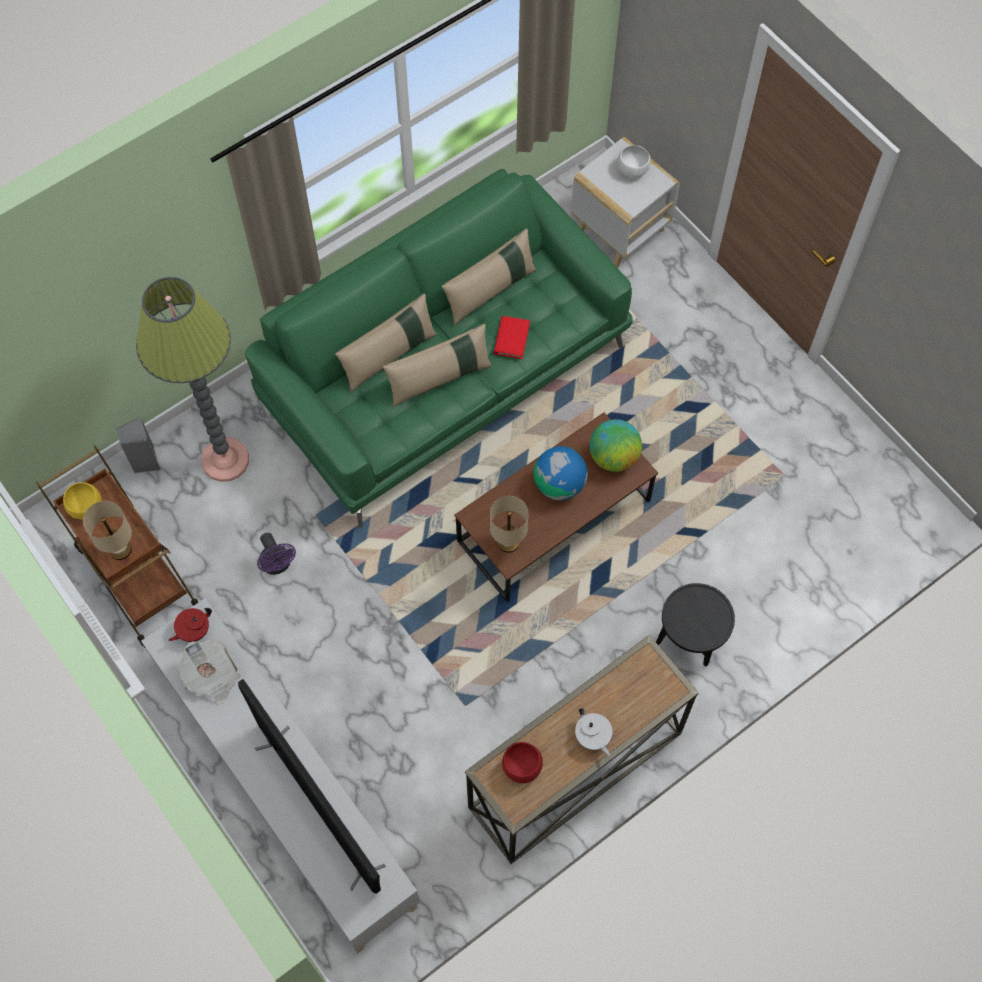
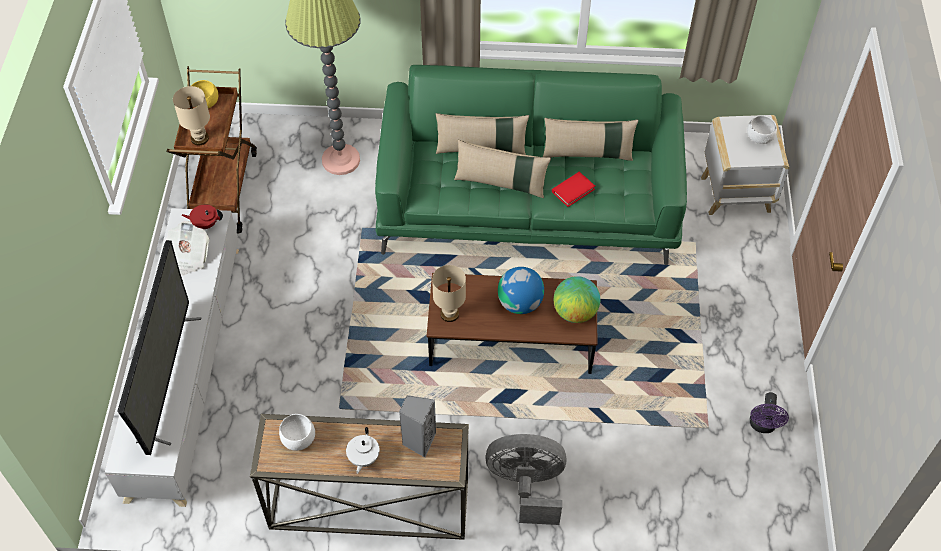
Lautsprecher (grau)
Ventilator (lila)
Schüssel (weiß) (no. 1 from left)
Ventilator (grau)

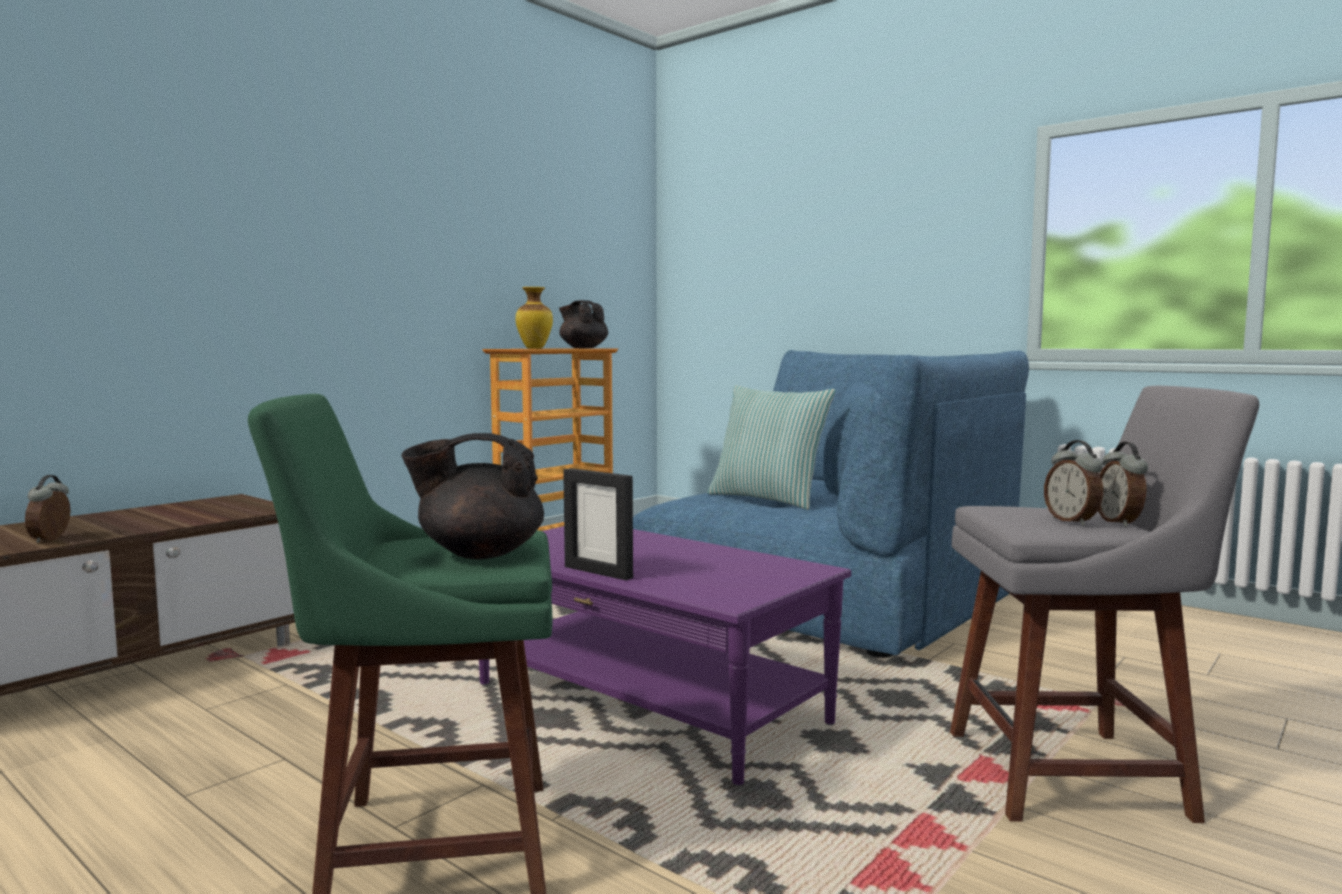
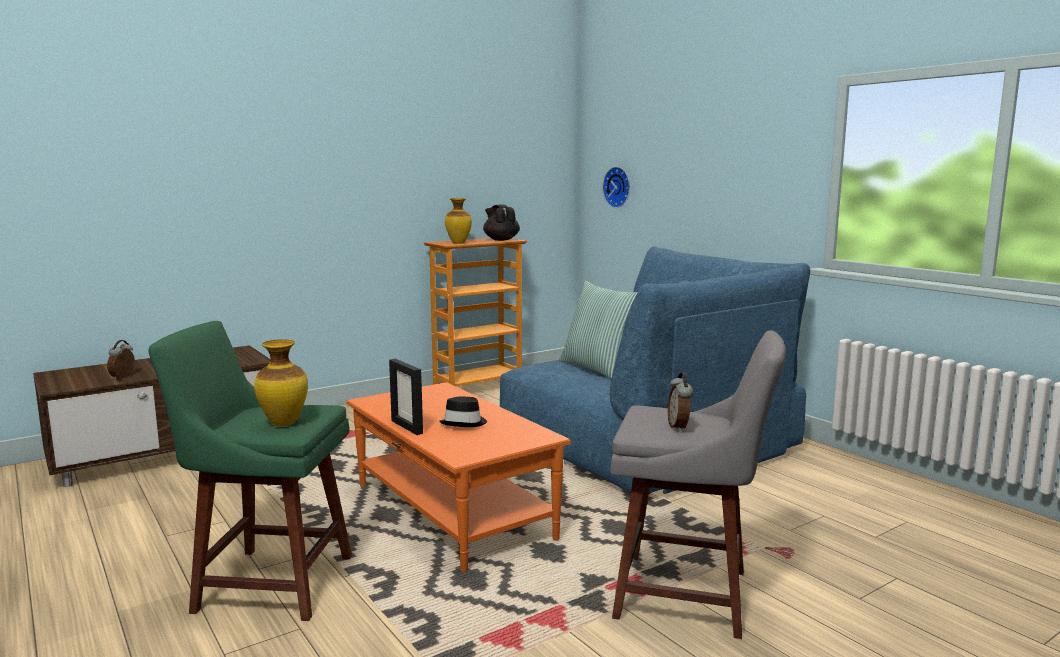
Vase (no. 1 from left)
Couchtisch (orange)
Wecker (no. 3 from left in the first image)
Hut (schwarz)
Wanduhr

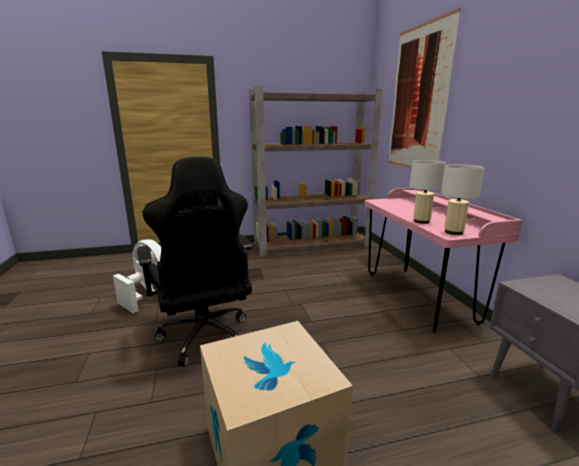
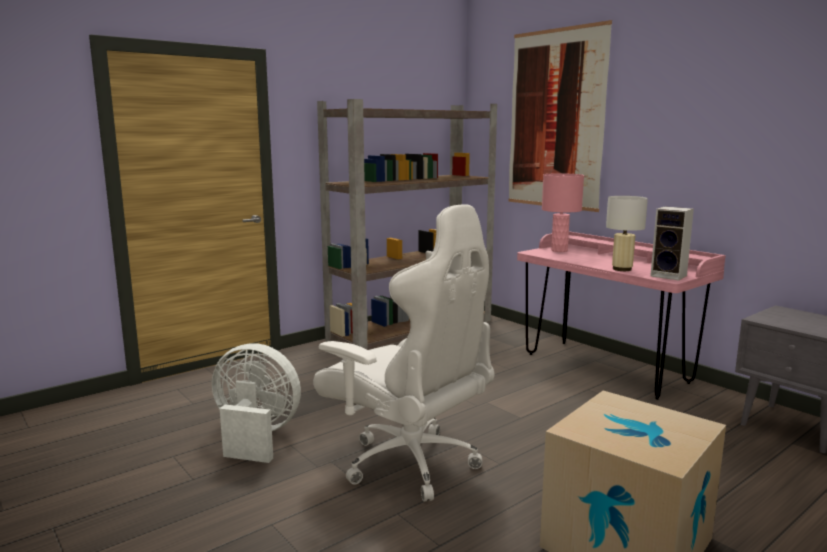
Bürostuhl (weiß)
Lautsprecher
Tischlampe (rosa)

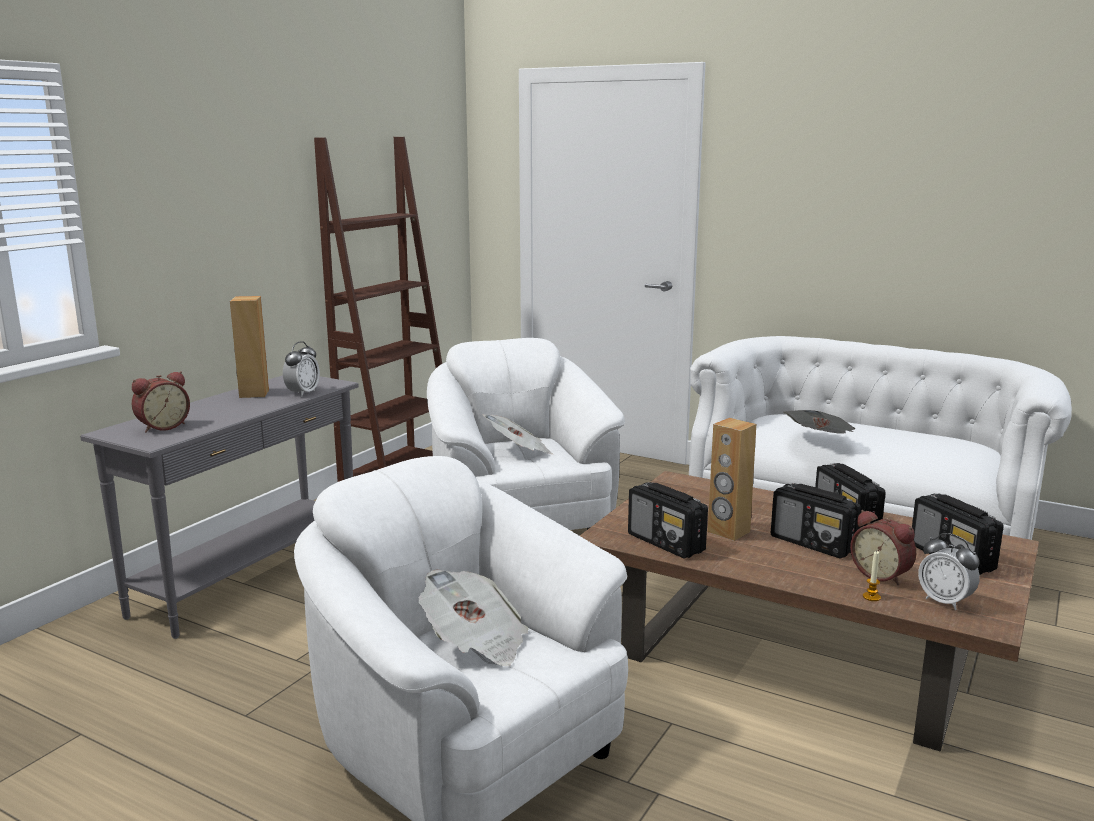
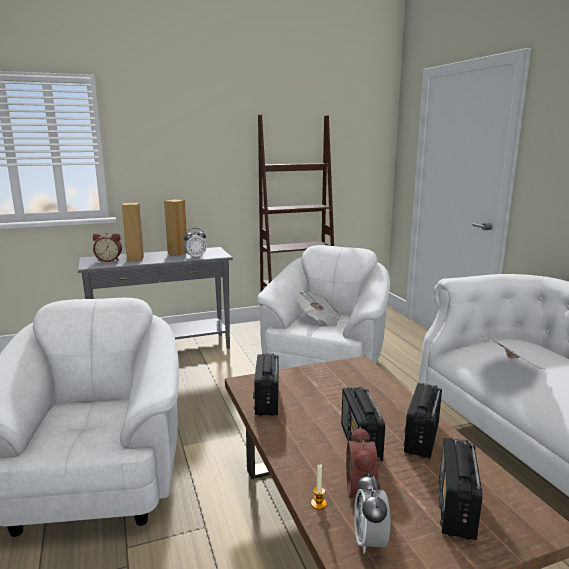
Zeitung (no. 1 from left in the first image)
Lautsprecher (braun) (no. 1 from left)

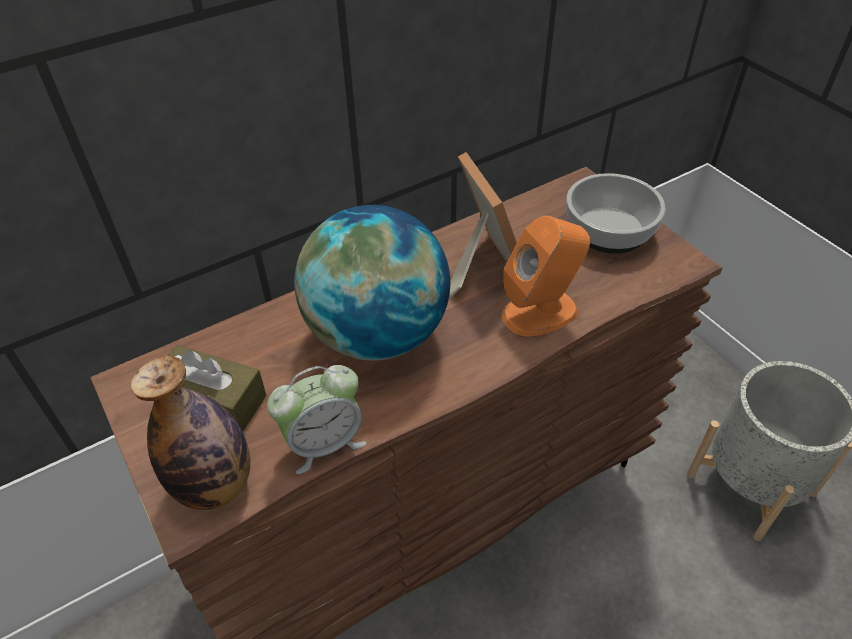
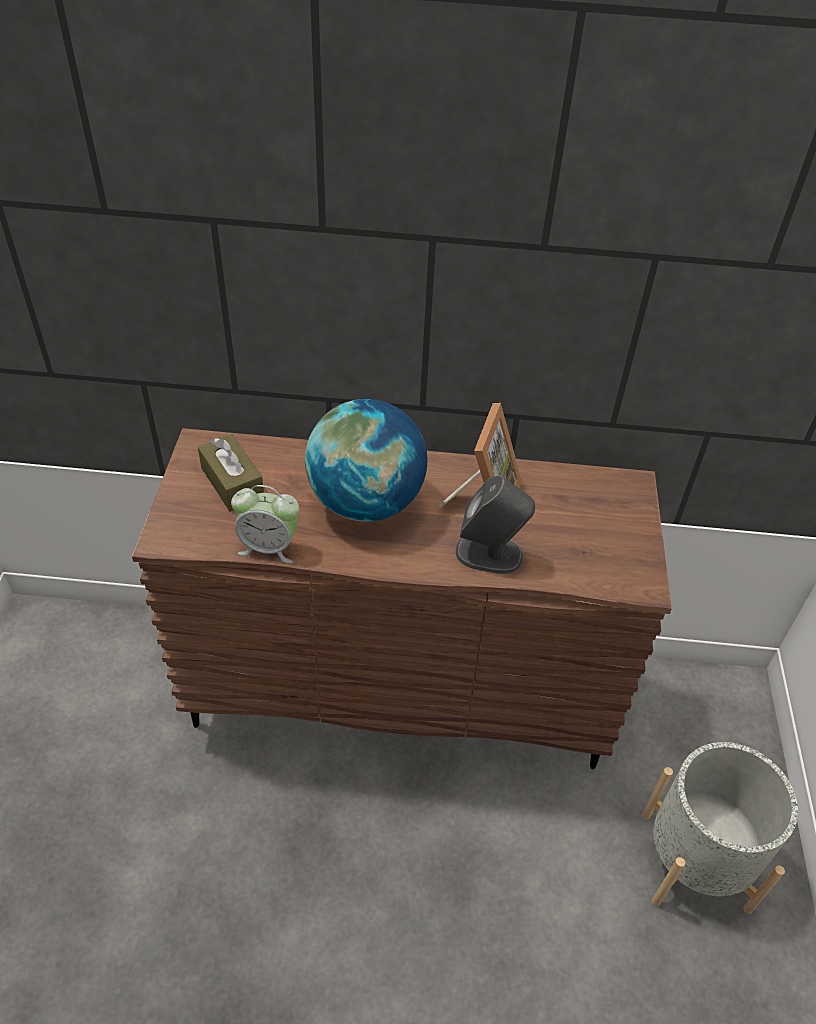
Flasche
Lautsprecher (grau)
Schüssel

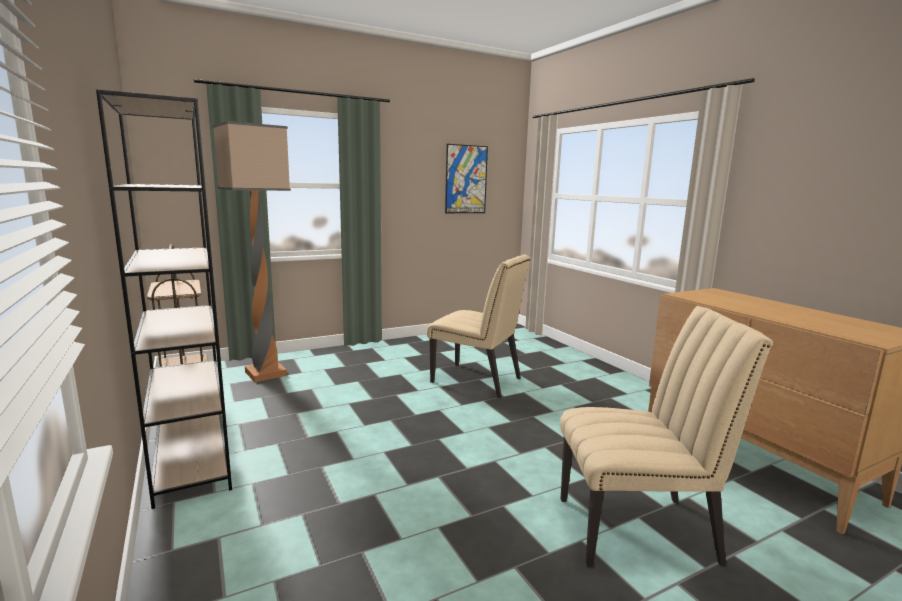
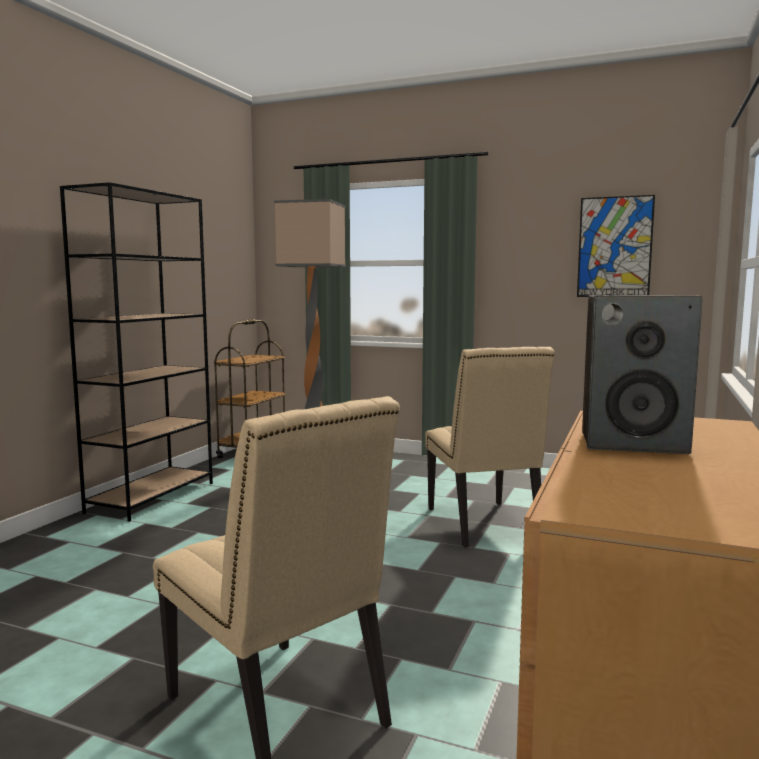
Lautsprecher

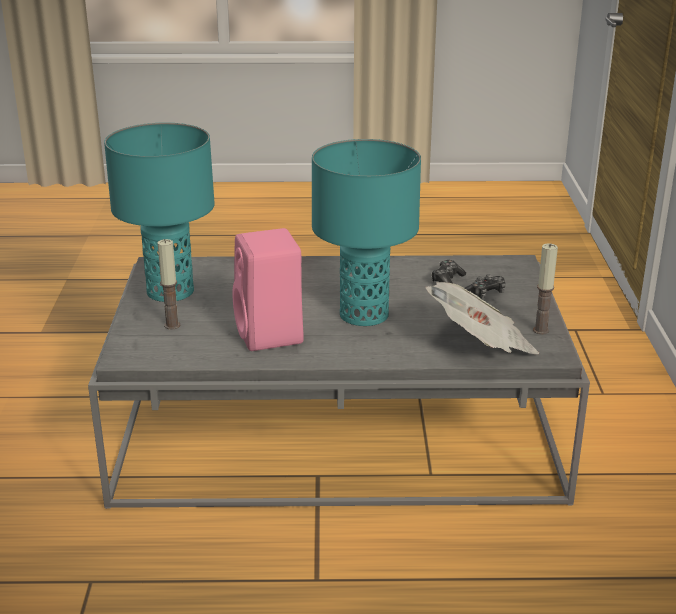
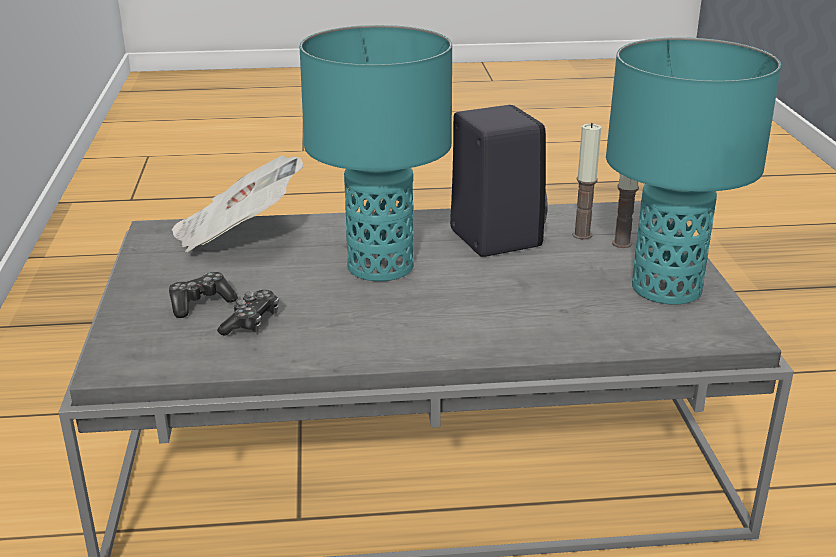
Lautsprecher (schwarz)
Kerze (no. 1 from left)

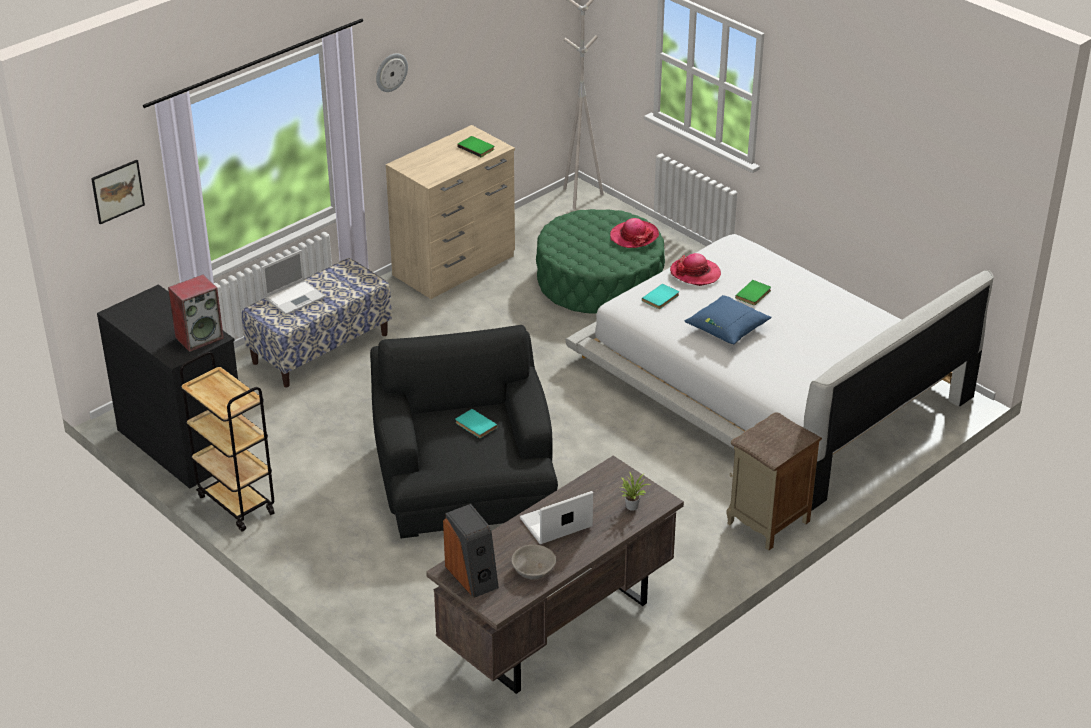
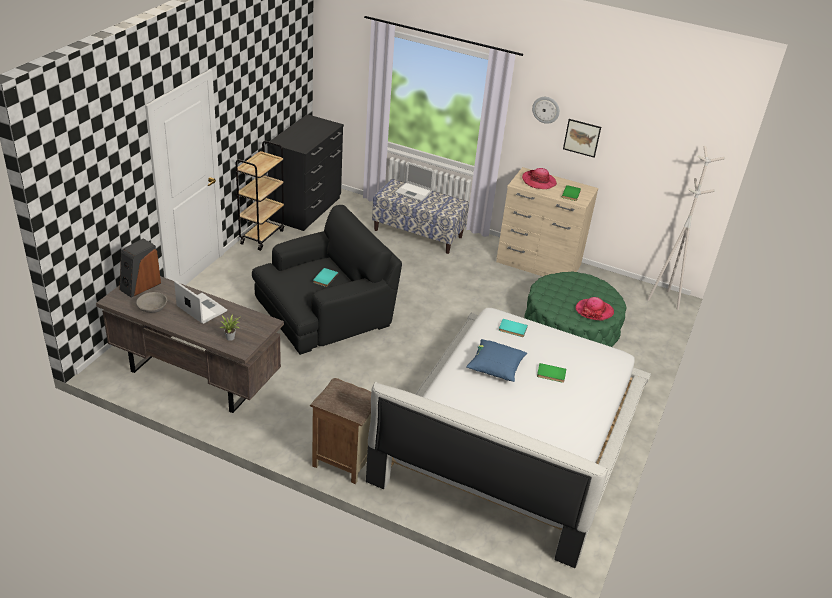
Bild
Lautsprecher (no. 1 from left in the first image)
Hut (no. 1 from left)

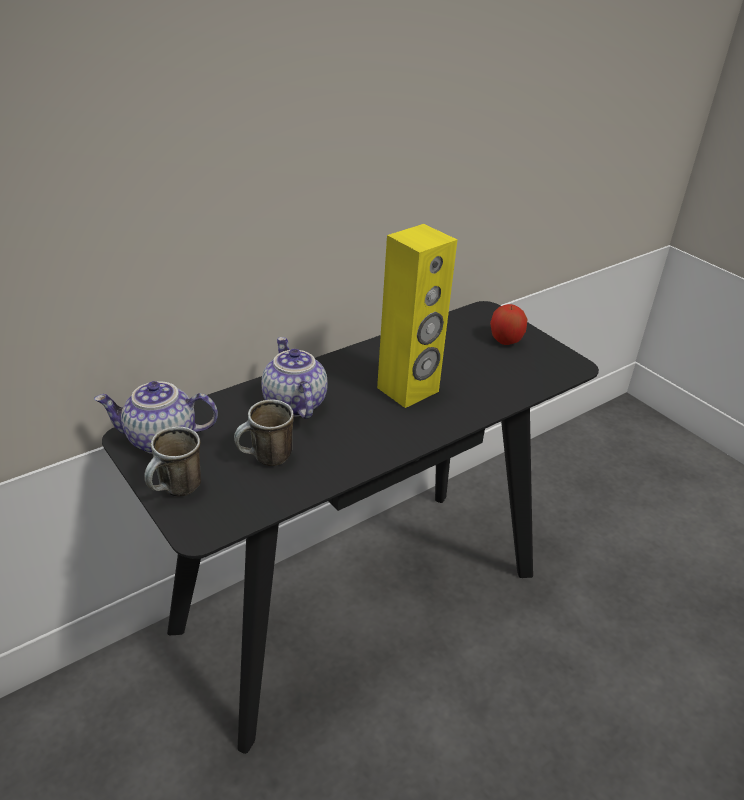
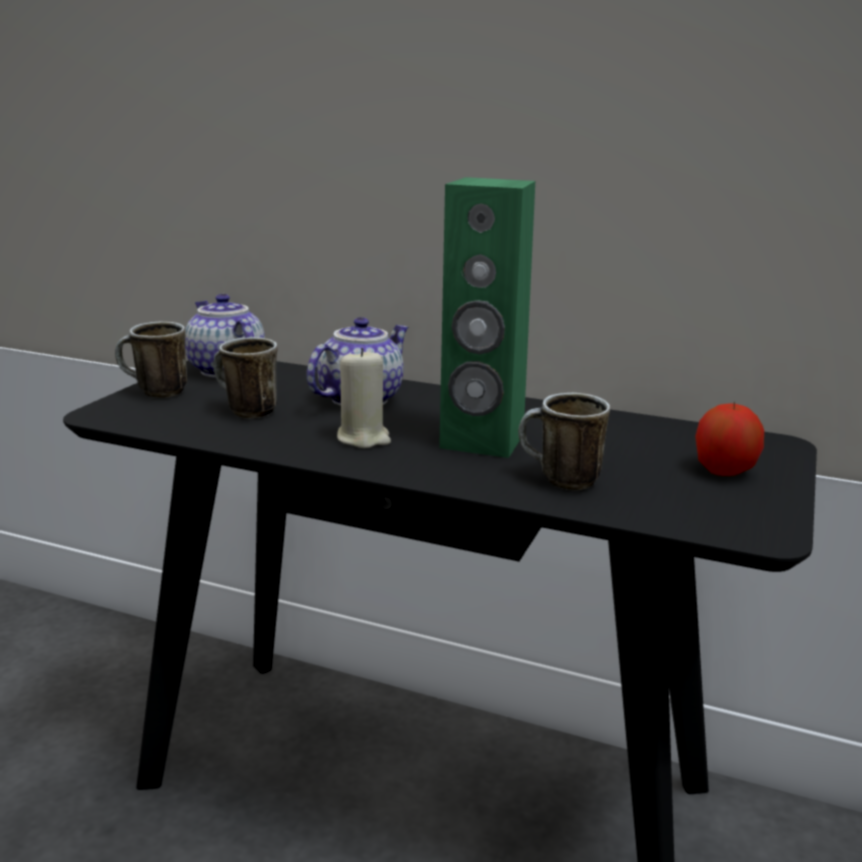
Lautsprecher (grün)
Kerze (beige)
Henkelbecher (no. 3 from left)

